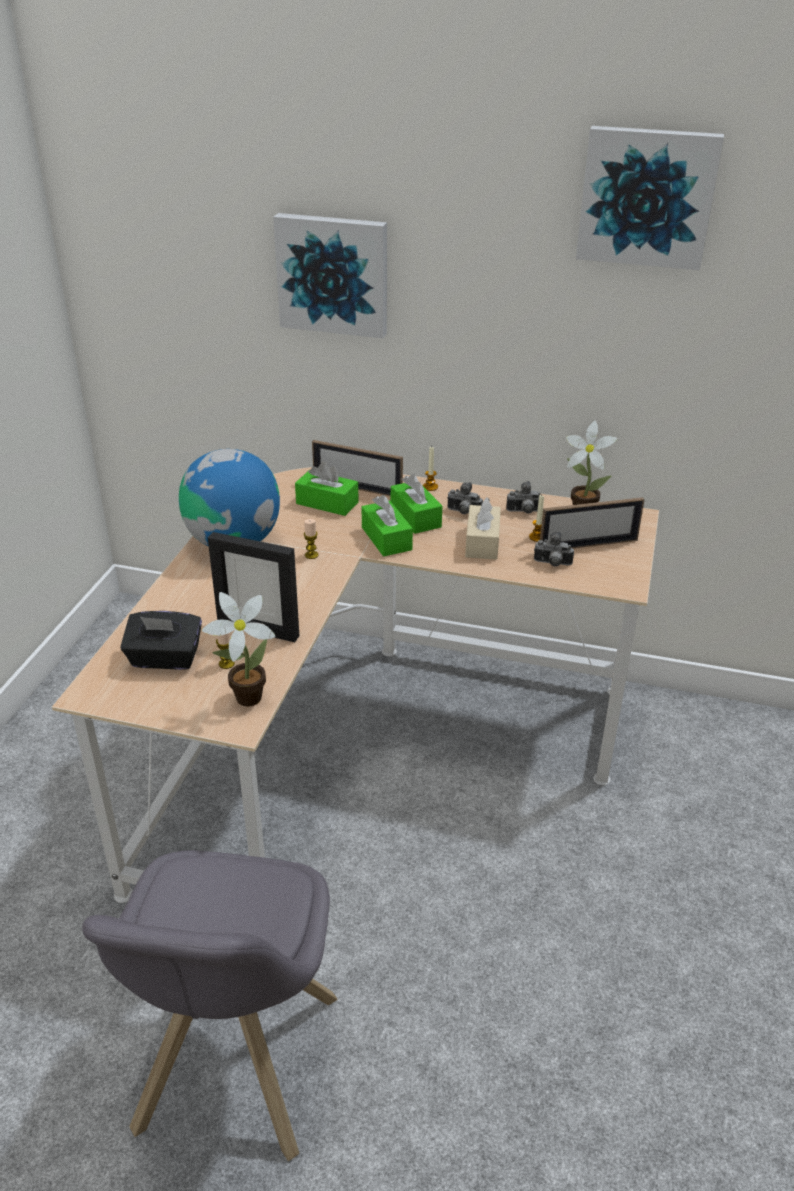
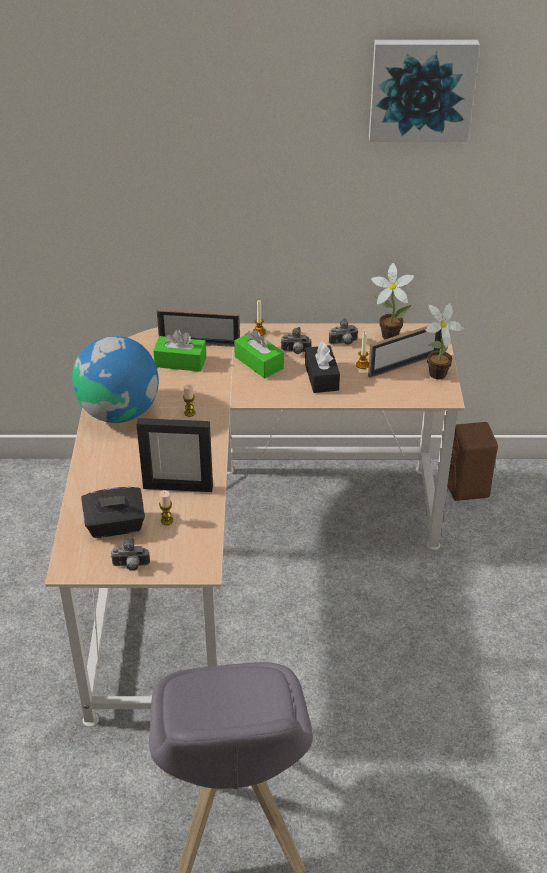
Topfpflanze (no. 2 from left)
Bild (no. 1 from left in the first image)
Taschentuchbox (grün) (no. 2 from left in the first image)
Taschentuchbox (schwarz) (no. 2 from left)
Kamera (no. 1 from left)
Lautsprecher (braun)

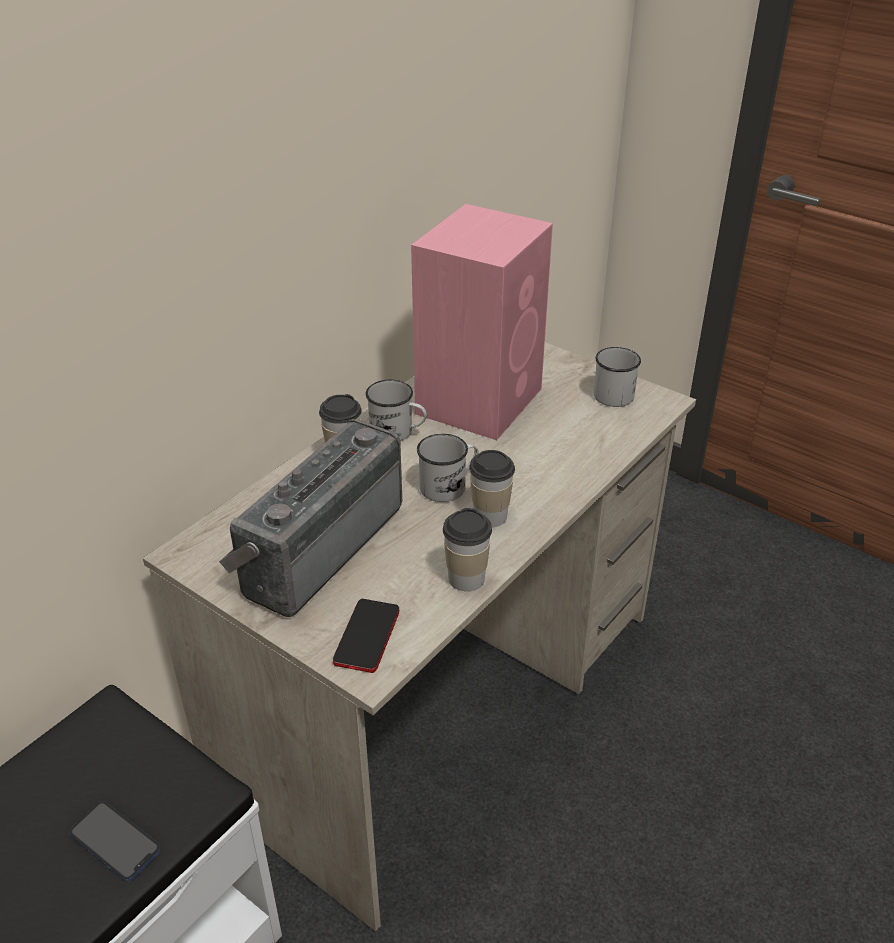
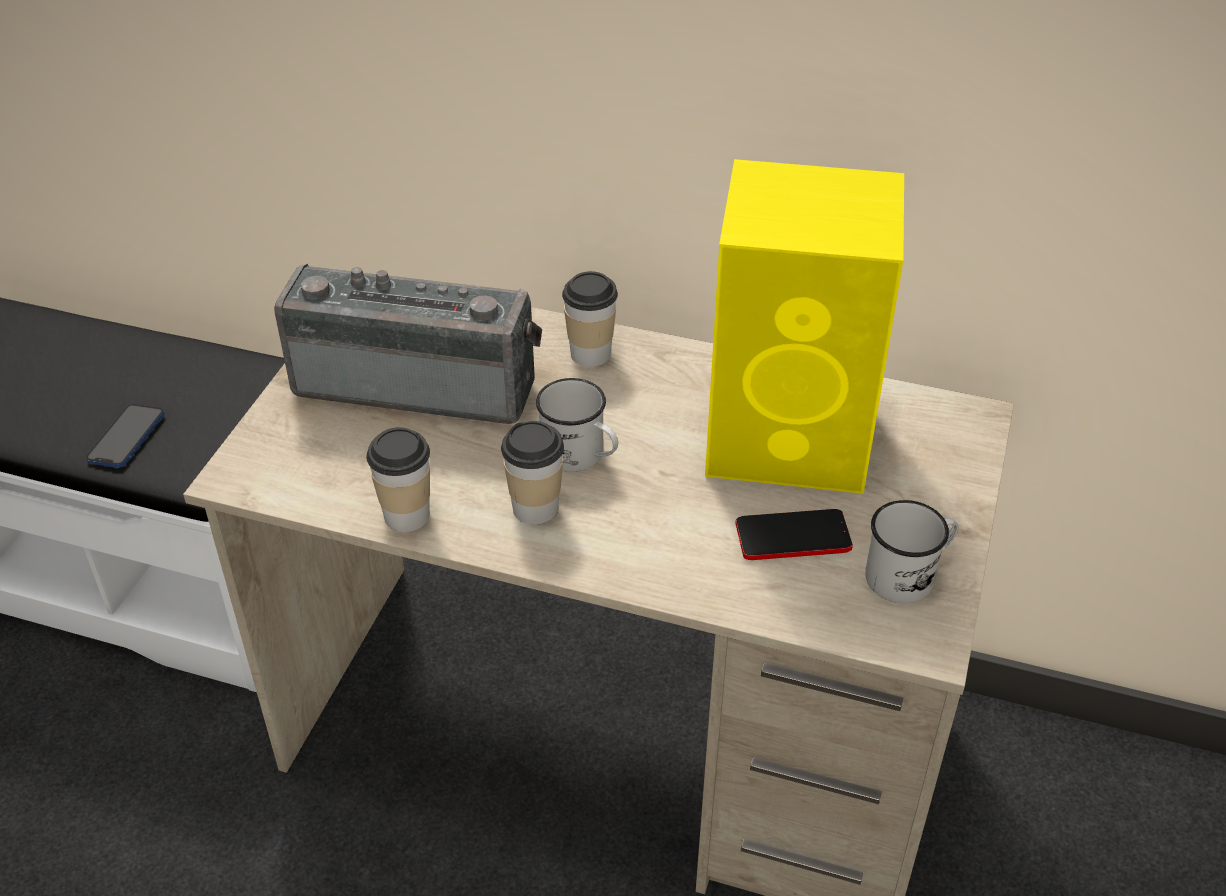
Handy (no. 2 from left)
Henkelbecher (weiß) (no. 1 from left in the first image)
Lautsprecher (gelb)

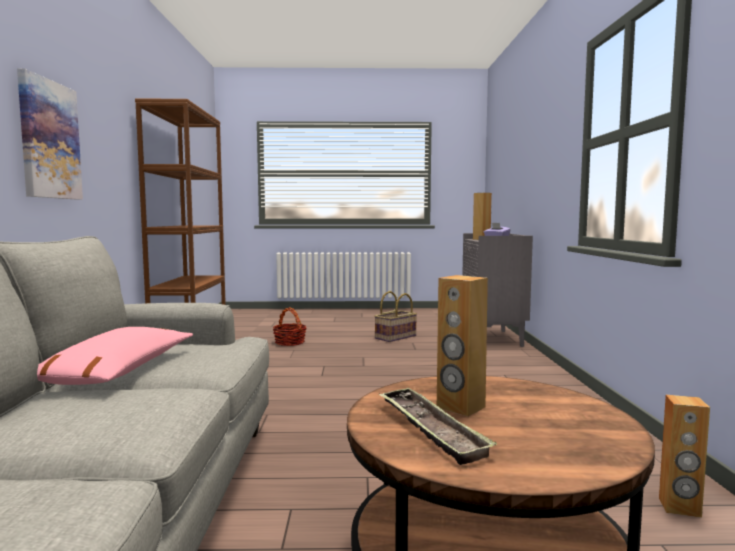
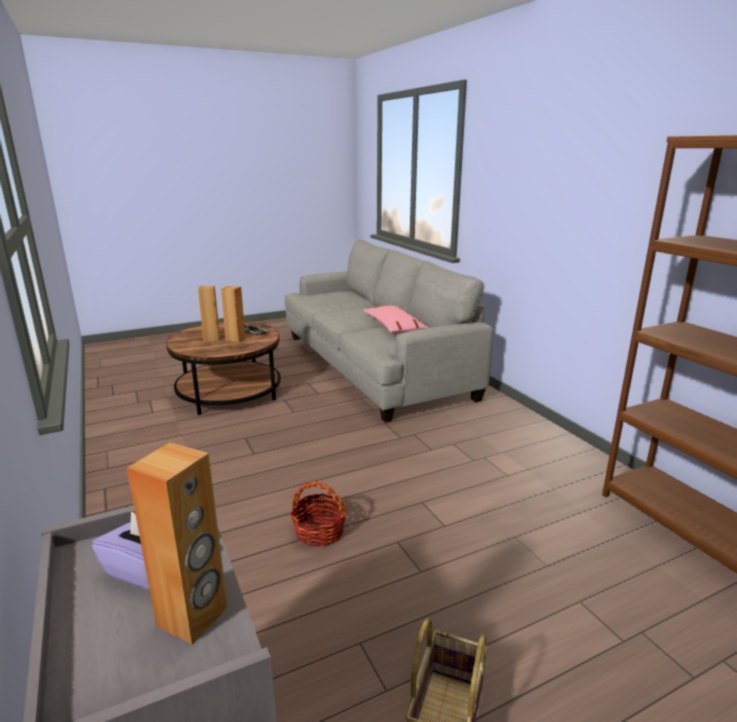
Bild
Korb (no. 1 from left)
Lautsprecher (braun) (no. 2 from left)

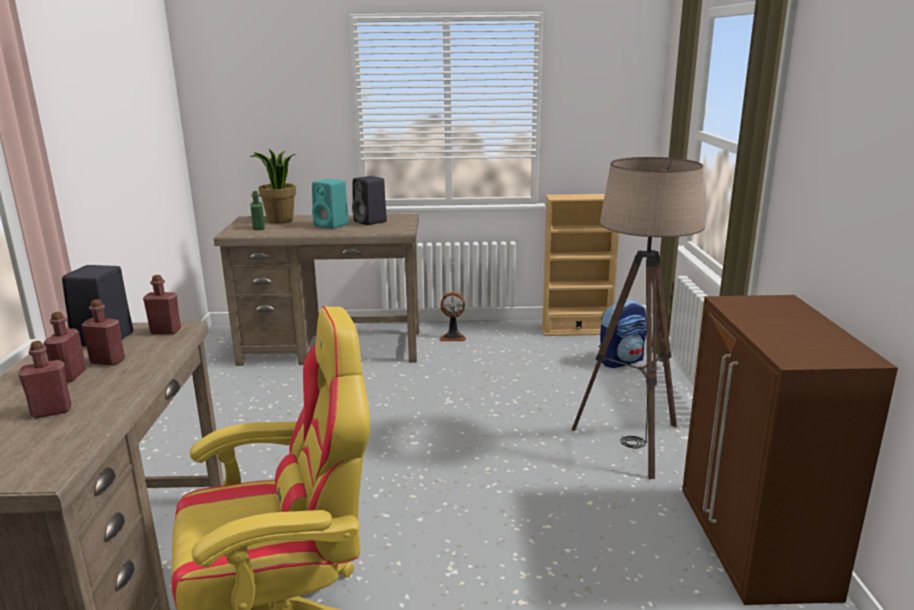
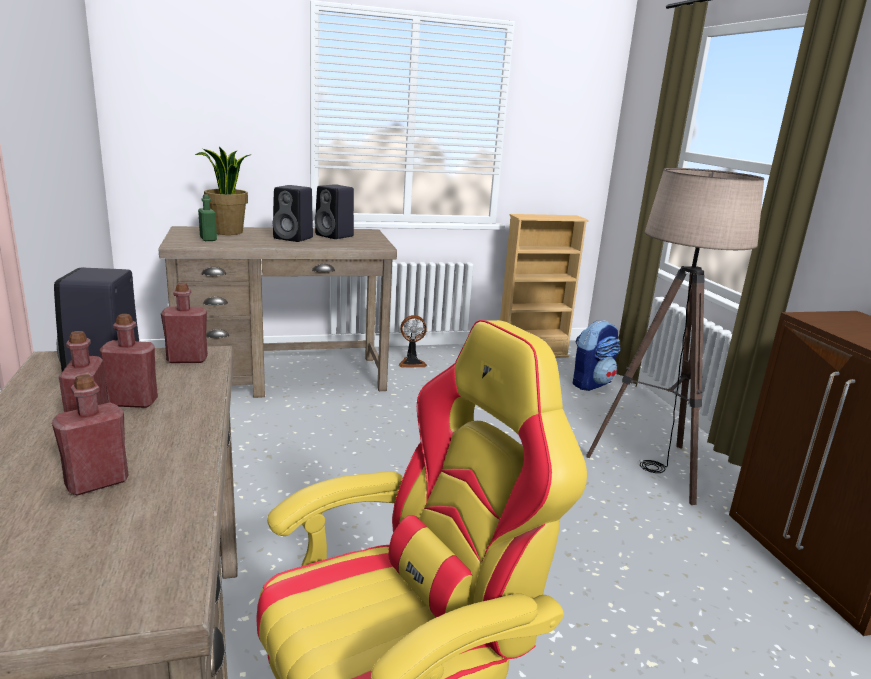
Lautsprecher (schwarz) (no. 2 from left)

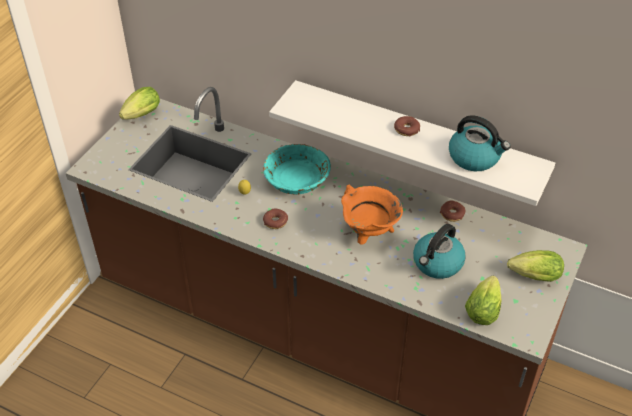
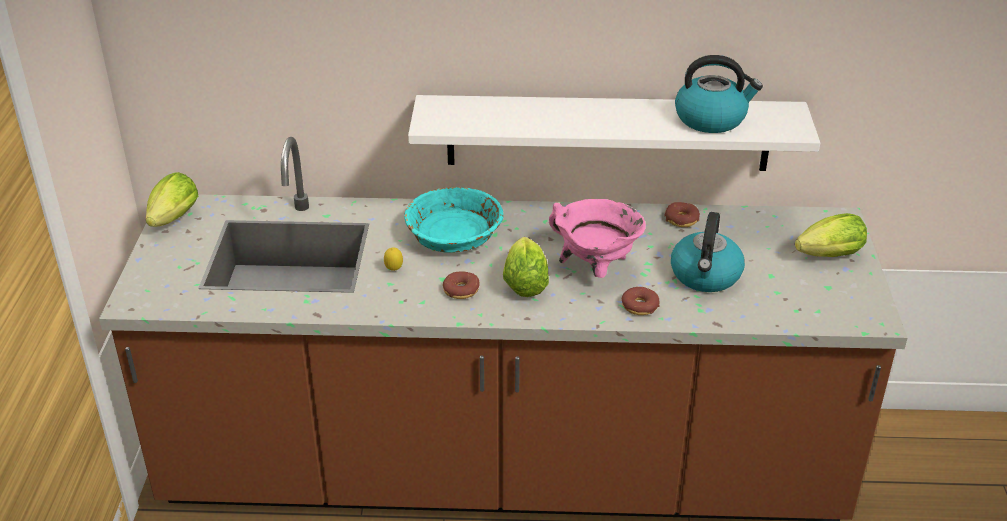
Kochtopf (rosa)
Donut (no. 2 from left)
Salatkopf (no. 2 from left)

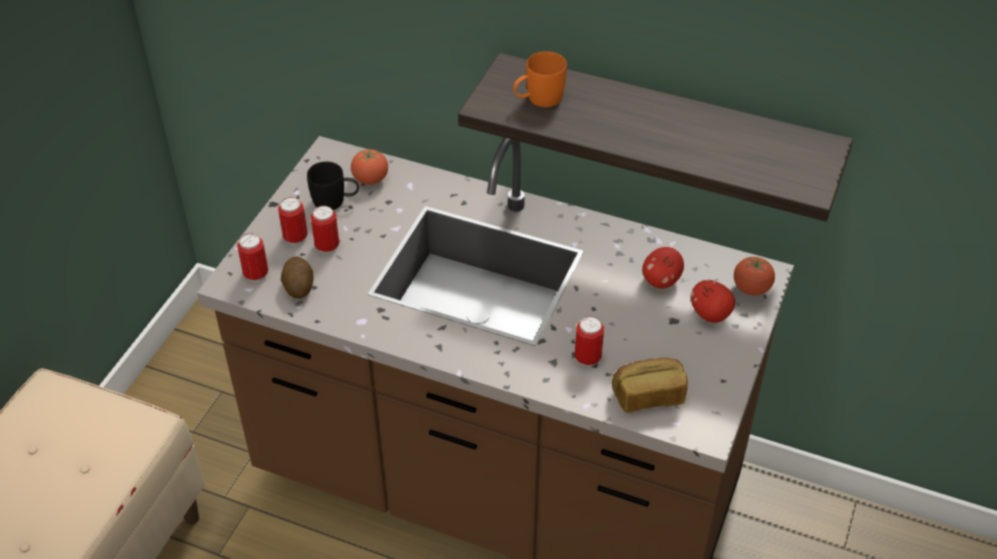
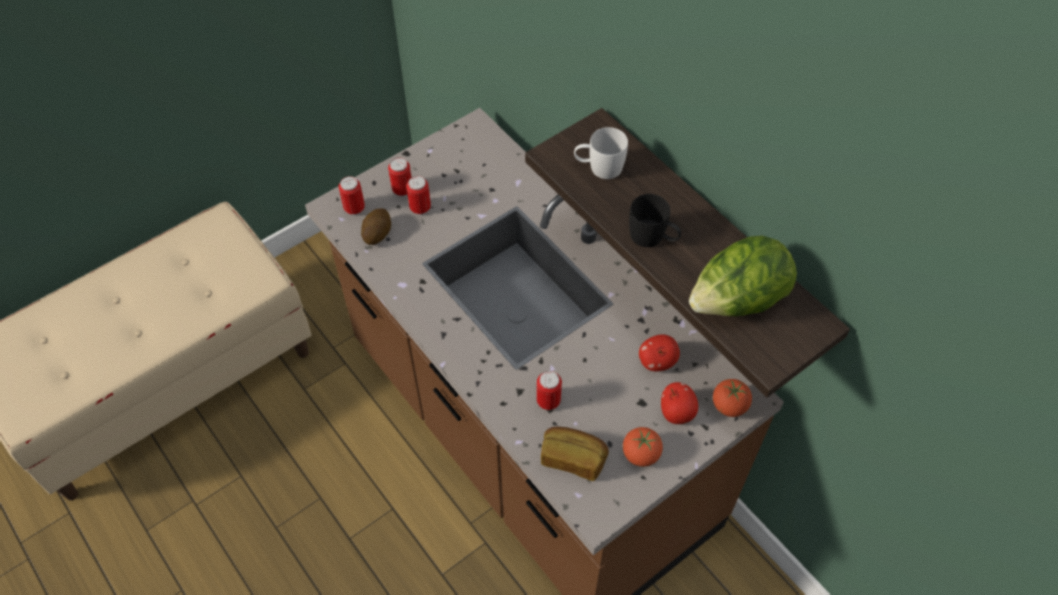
Henkelbecher (schwarz)
Tomate (no. 1 from left)
Henkelbecher (weiß)
Salatkopf

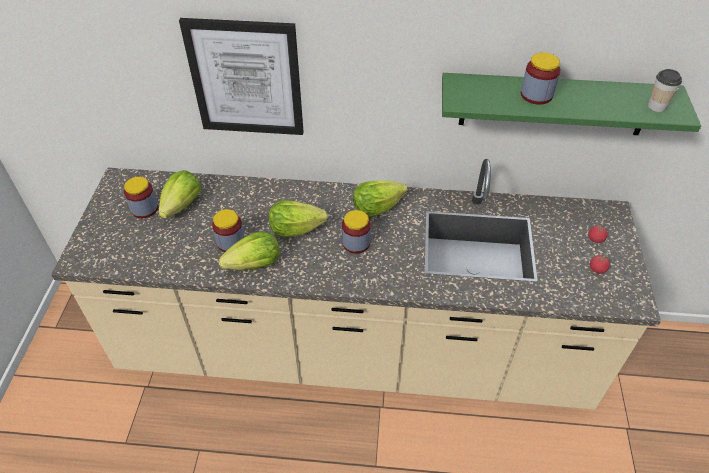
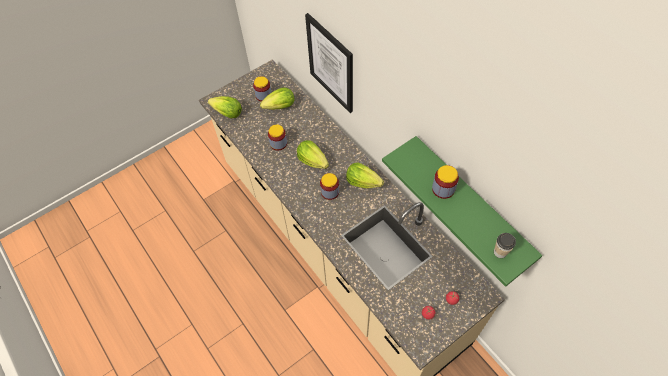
Salatkopf (no. 1 from left)

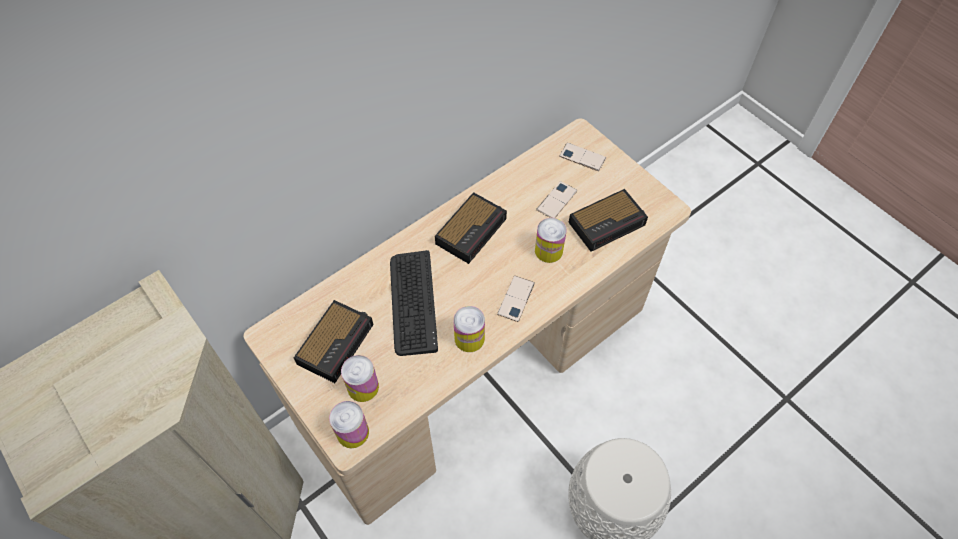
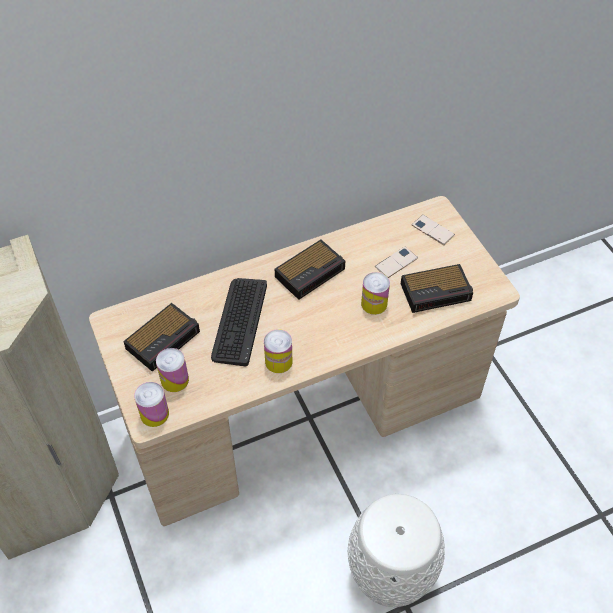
Handy (no. 1 from left in the first image)

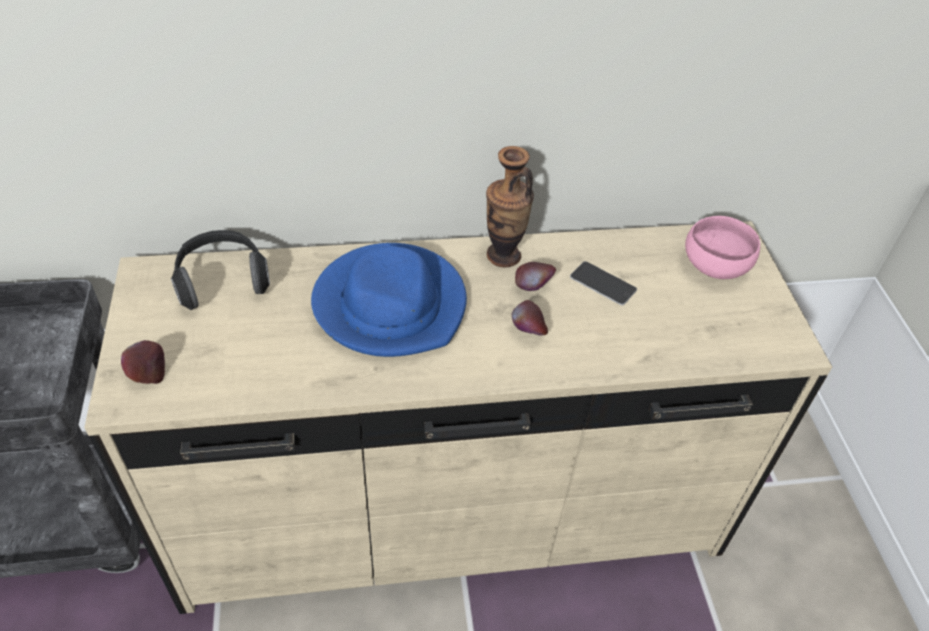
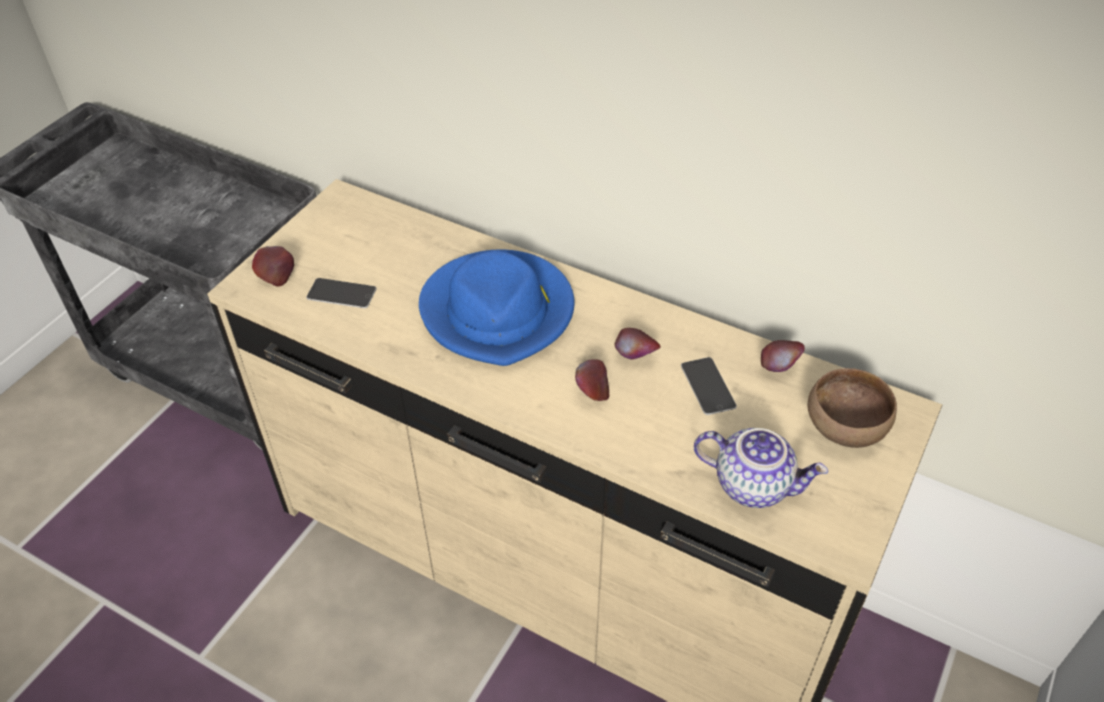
Kopfhörer
Vase
Schüssel (braun)
Handy (no. 1 from left)
Teekanne
Apfel (no. 4 from left)

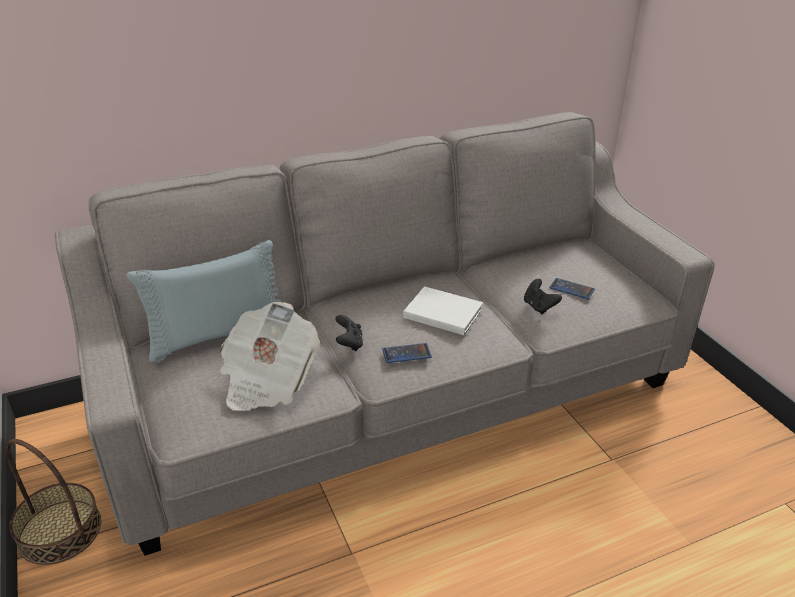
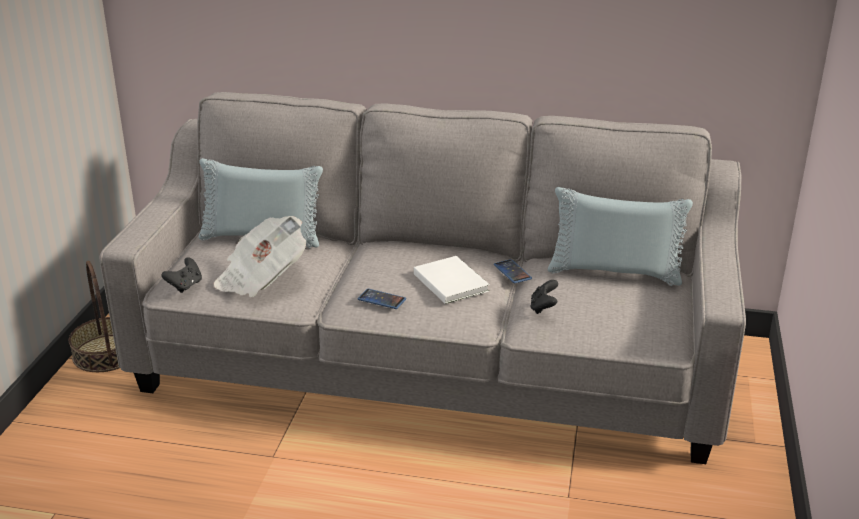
Gamepad (schwarz) (no. 1 from left)
Handy (no. 2 from left)
Kissen (blau) (no. 2 from left)

